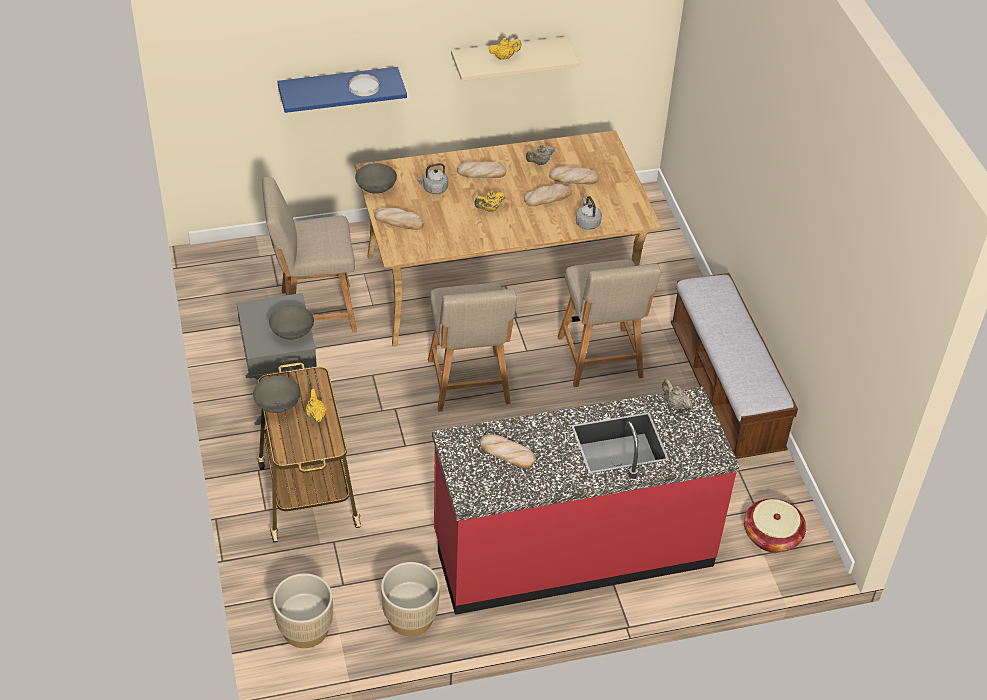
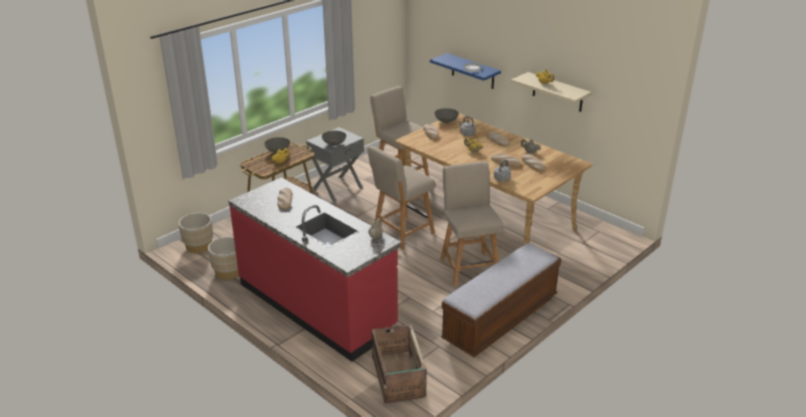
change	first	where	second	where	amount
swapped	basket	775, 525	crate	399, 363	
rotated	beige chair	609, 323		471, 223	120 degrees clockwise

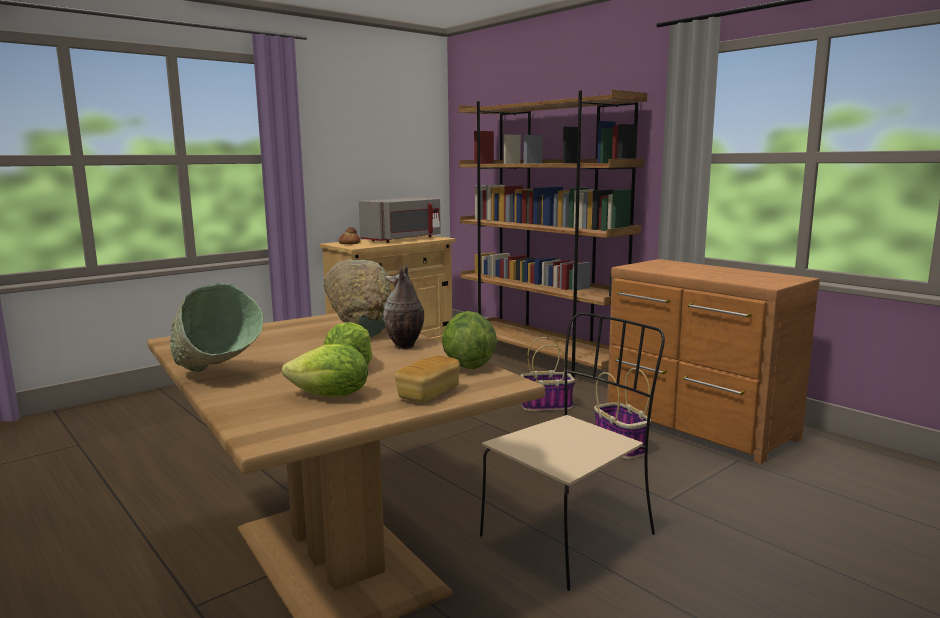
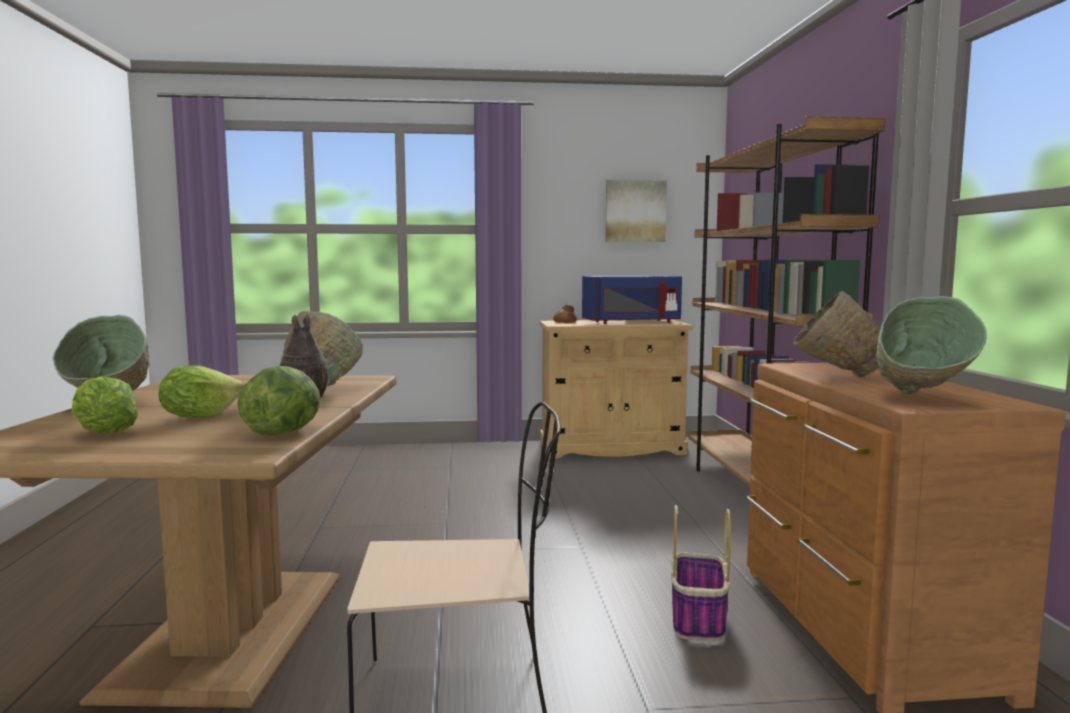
change	first	where	second	where	amount
repainted	grey microwave	400, 220	blue microwave	632, 300	
new			picture	636, 211	
new			brown bowl	836, 334	
new			green bowl	931, 345	
gone	bread	427, 378			
gone	basket	547, 374			

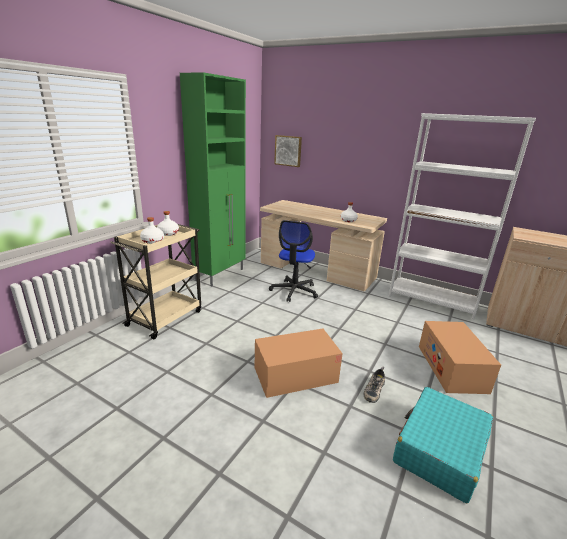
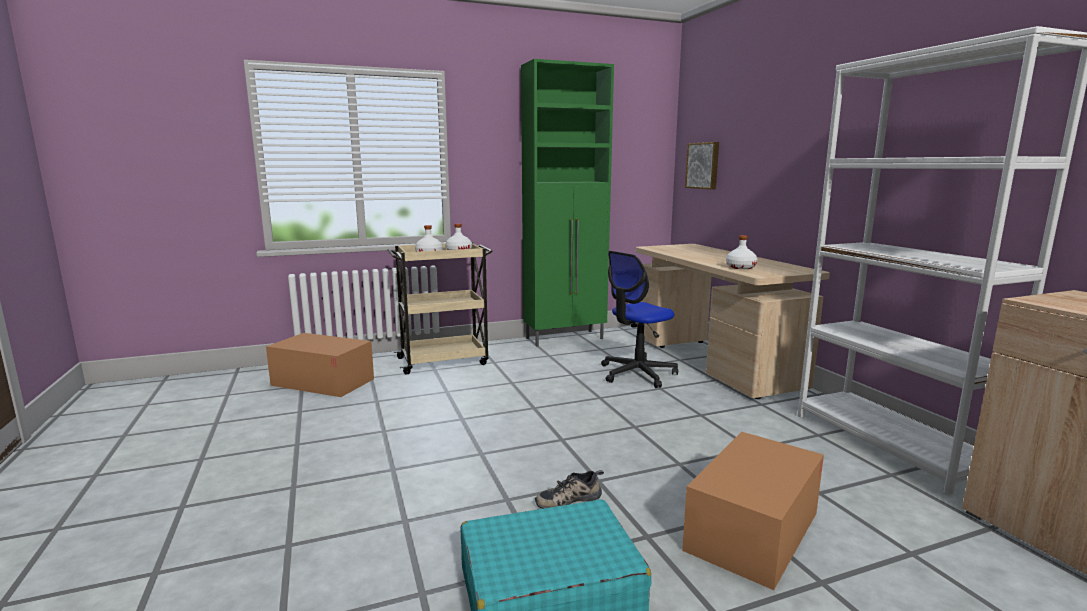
change	first	where	second	where	amount
shifted	cardboard box	299, 363		320, 365	

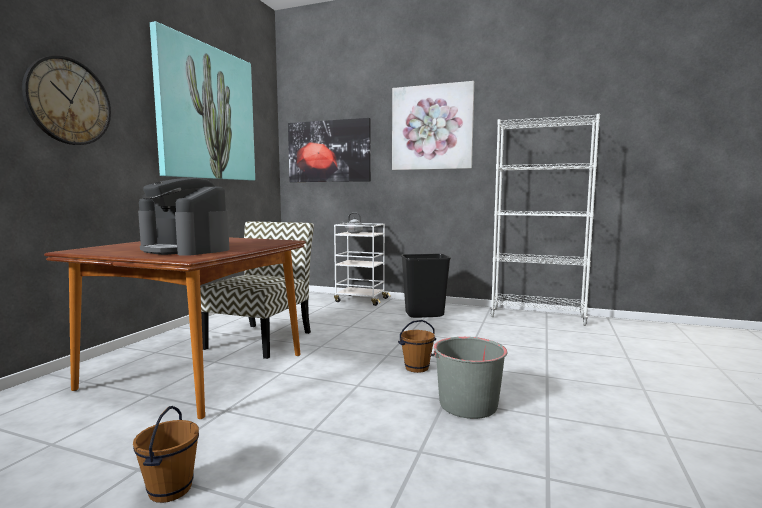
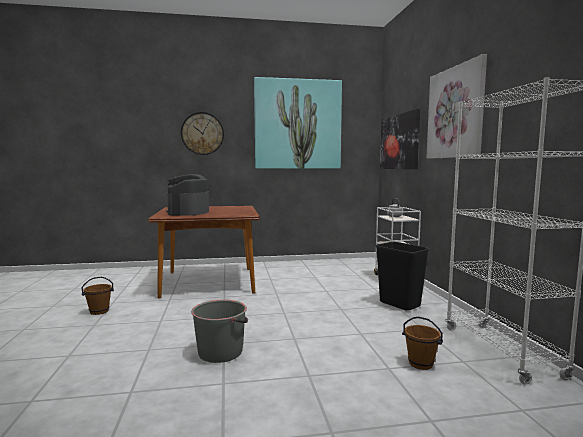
change	first	where	second	where	amount
shifted	brown bucket	417, 346		422, 343	
gone	chair	257, 290			

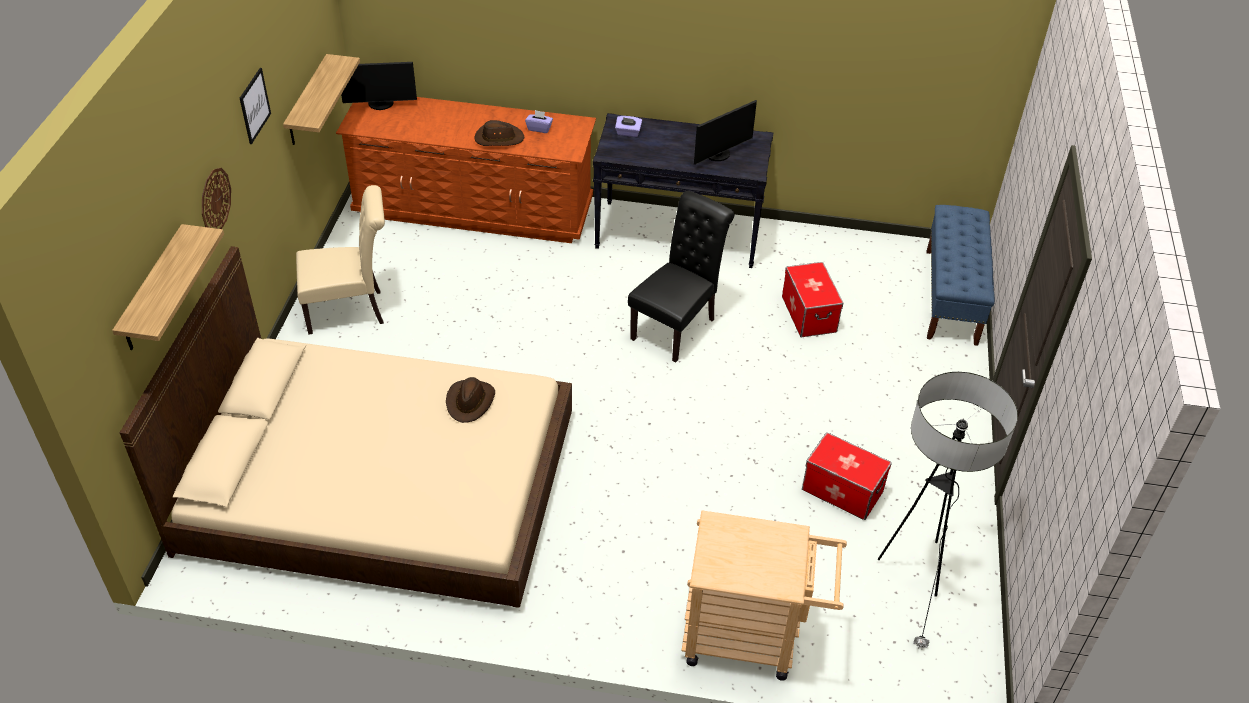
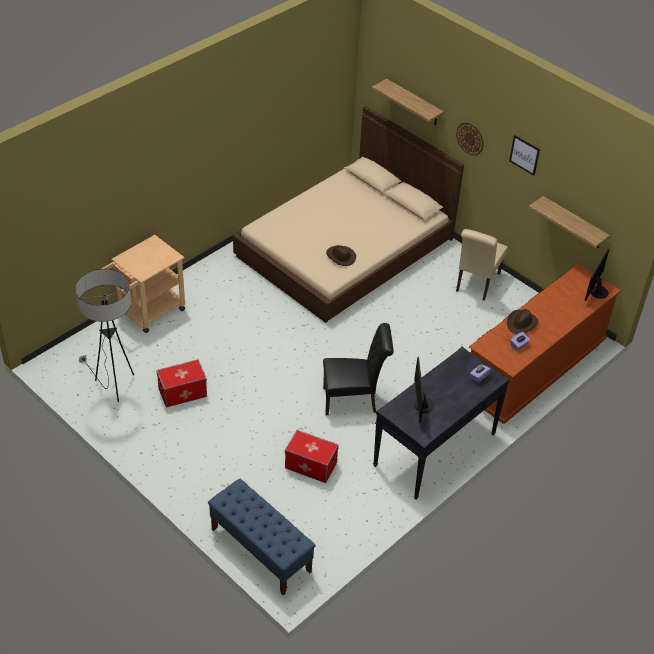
change	first	where	second	where	amount
rotated	black chair	681, 277		358, 369	75 degrees counterclockwise

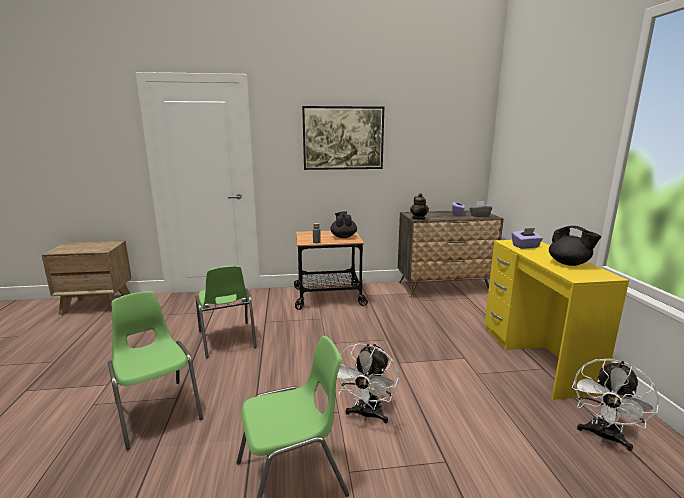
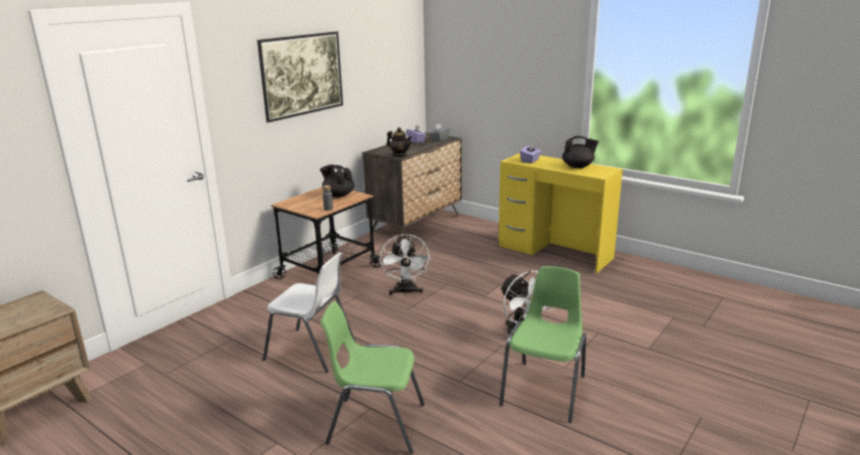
change	first	where	second	where	amount
repainted	green chair	226, 311	white chair	309, 313	
shifted	white fan	615, 405		405, 264	

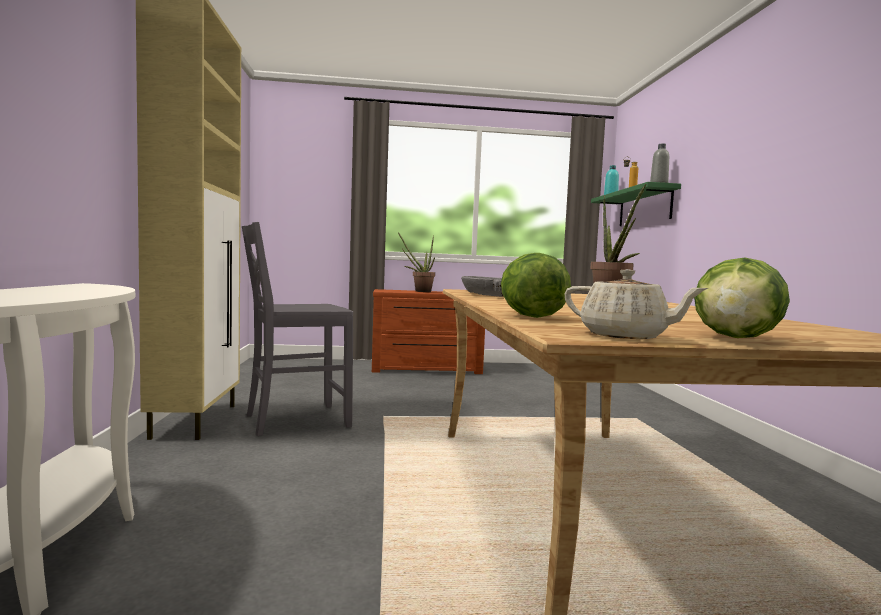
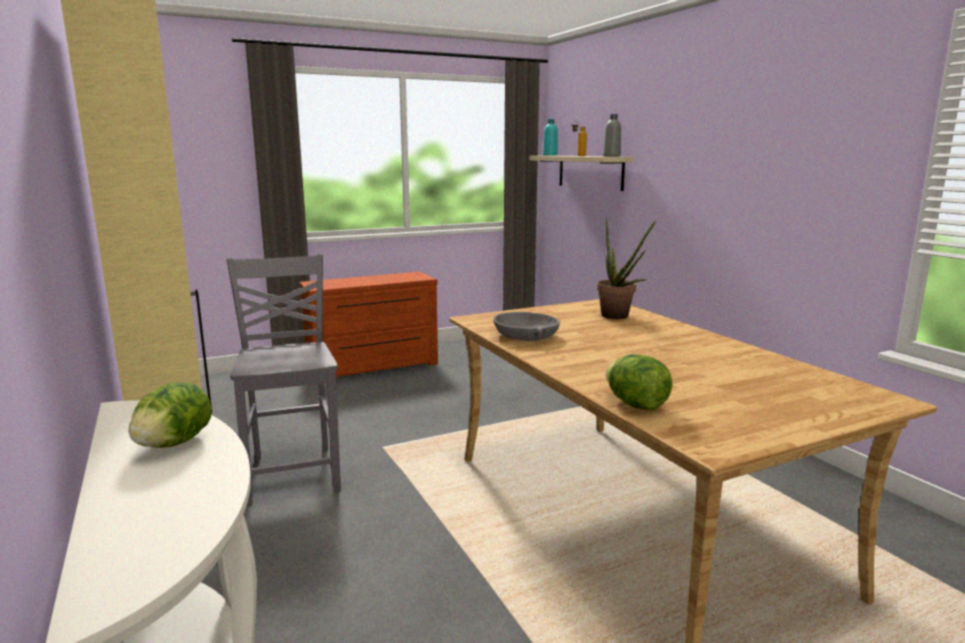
change	first	where	second	where	amount
shifted	lettuce	742, 297		170, 415	
rotated	grey chair	297, 329		284, 380	120 degrees clockwise
repainted	green shelf	636, 204	beige shelf	581, 173	
gone	potted plant	416, 262			
gone	beige teapot	636, 304			

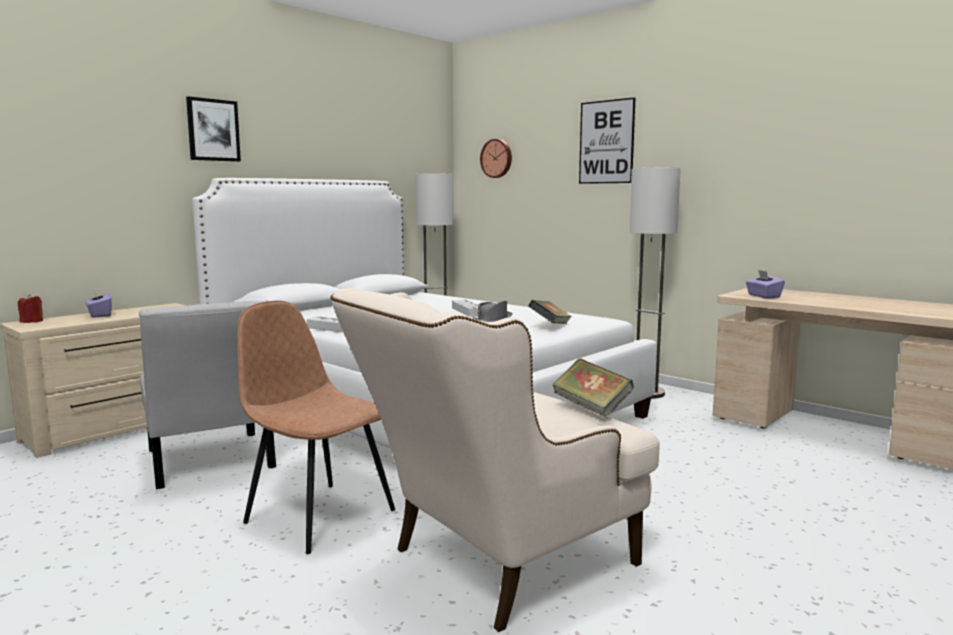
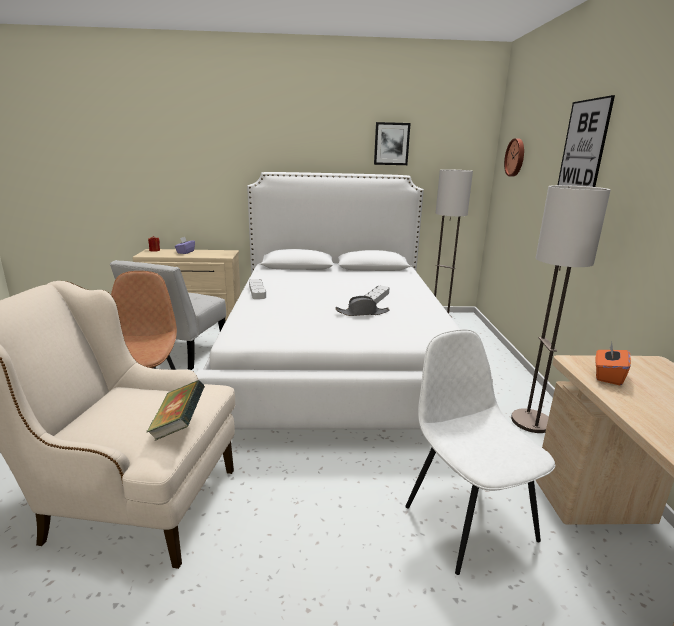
change	first	where	second	where	amount
shifted	picture	213, 129		392, 143	
new			white chair	480, 452	
repainted	purple tissue box	765, 284	orange tissue box	613, 363	
gone	book	550, 312			

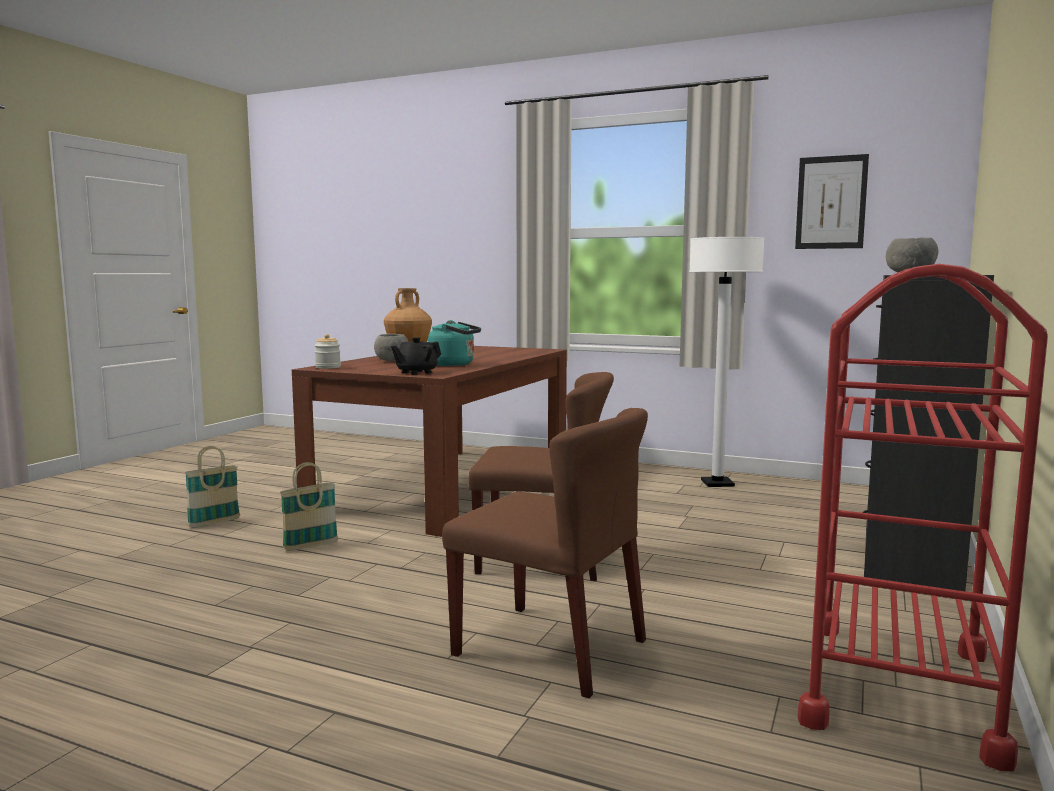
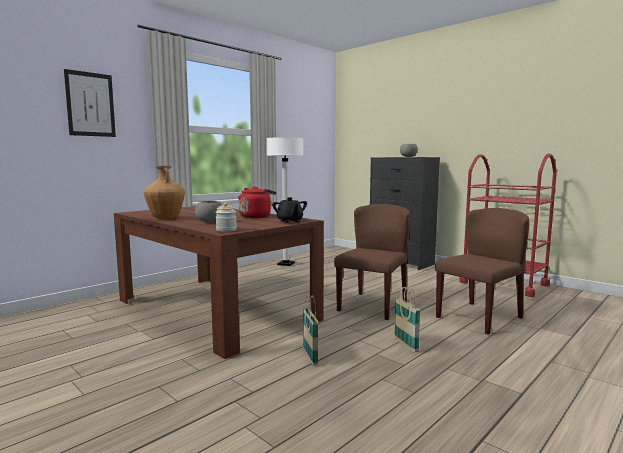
change	first	where	second	where	amount
shifted	picture	832, 201		90, 103	
repainted	turquoise kettle	454, 343	red kettle	257, 202	
shifted	basket	212, 487		407, 319	

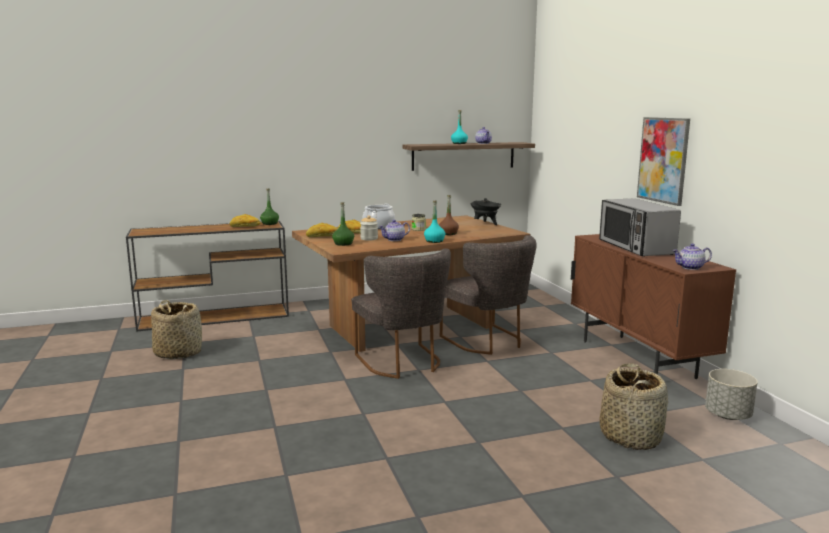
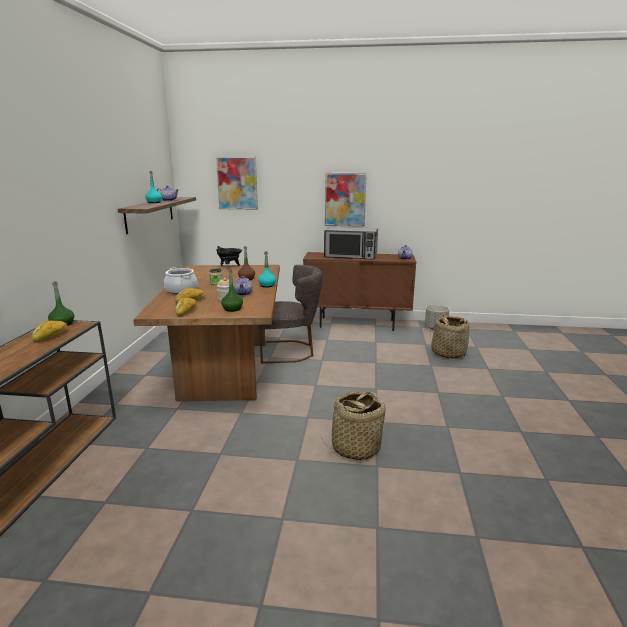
change	first	where	second	where	amount
new			picture	237, 183	
shifted	basket	176, 329		353, 426	
gone	grey chair	401, 313			

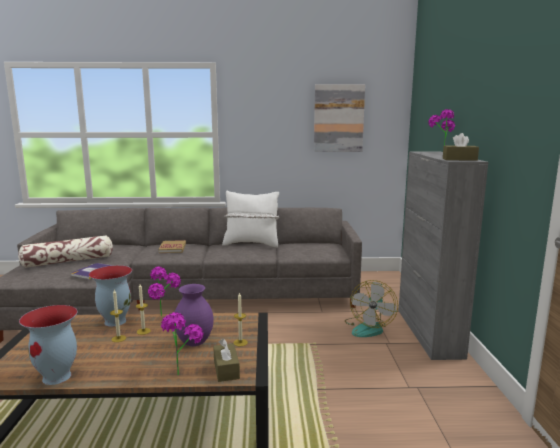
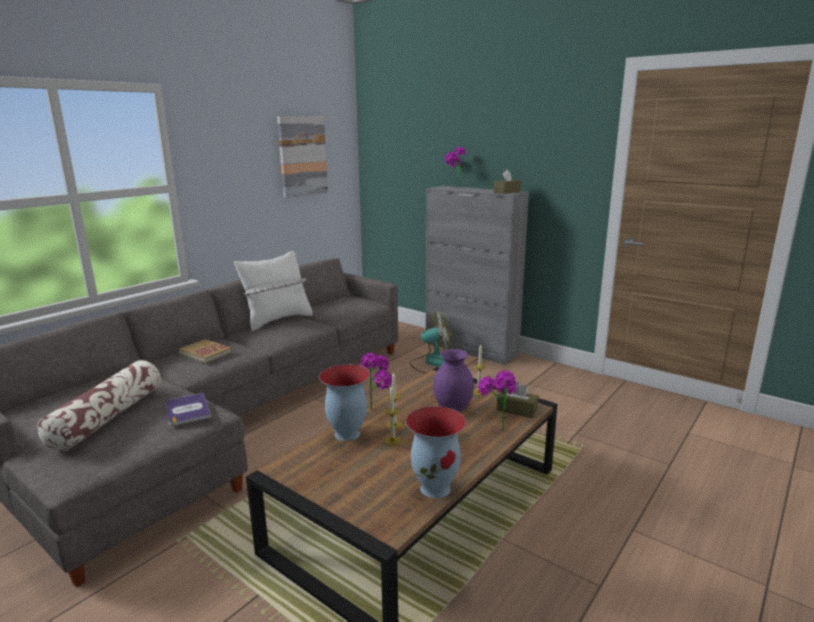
change	first	where	second	where	amount
rotated	fan	371, 308		431, 342	75 degrees counterclockwise

